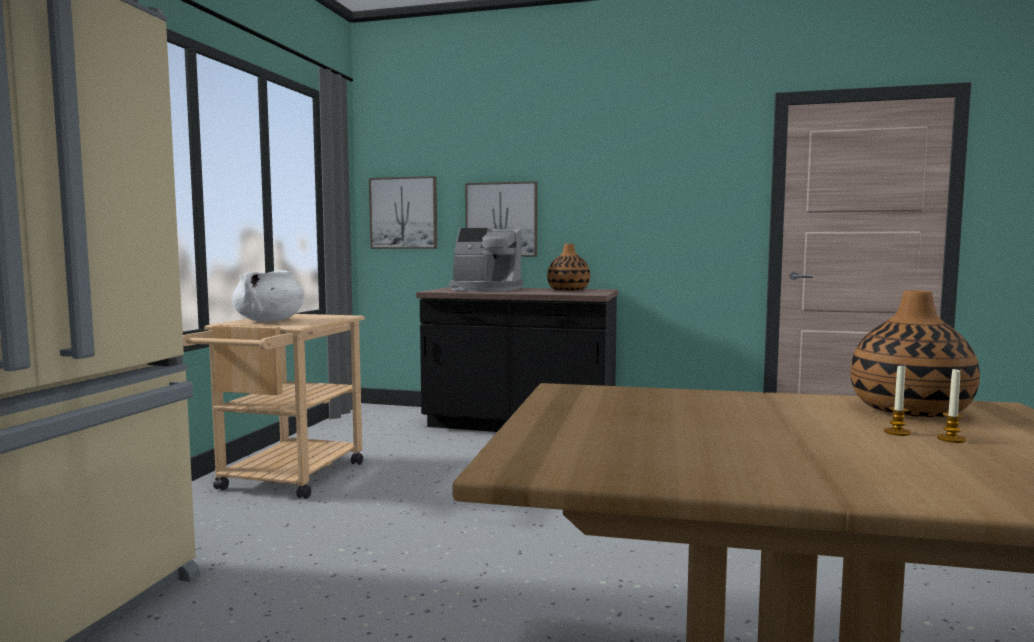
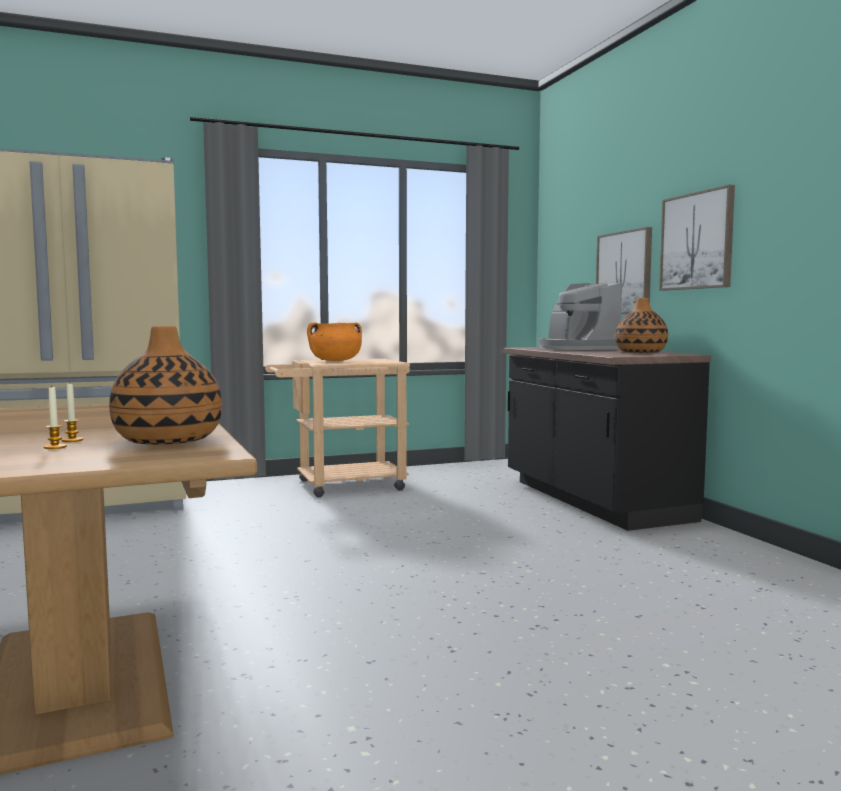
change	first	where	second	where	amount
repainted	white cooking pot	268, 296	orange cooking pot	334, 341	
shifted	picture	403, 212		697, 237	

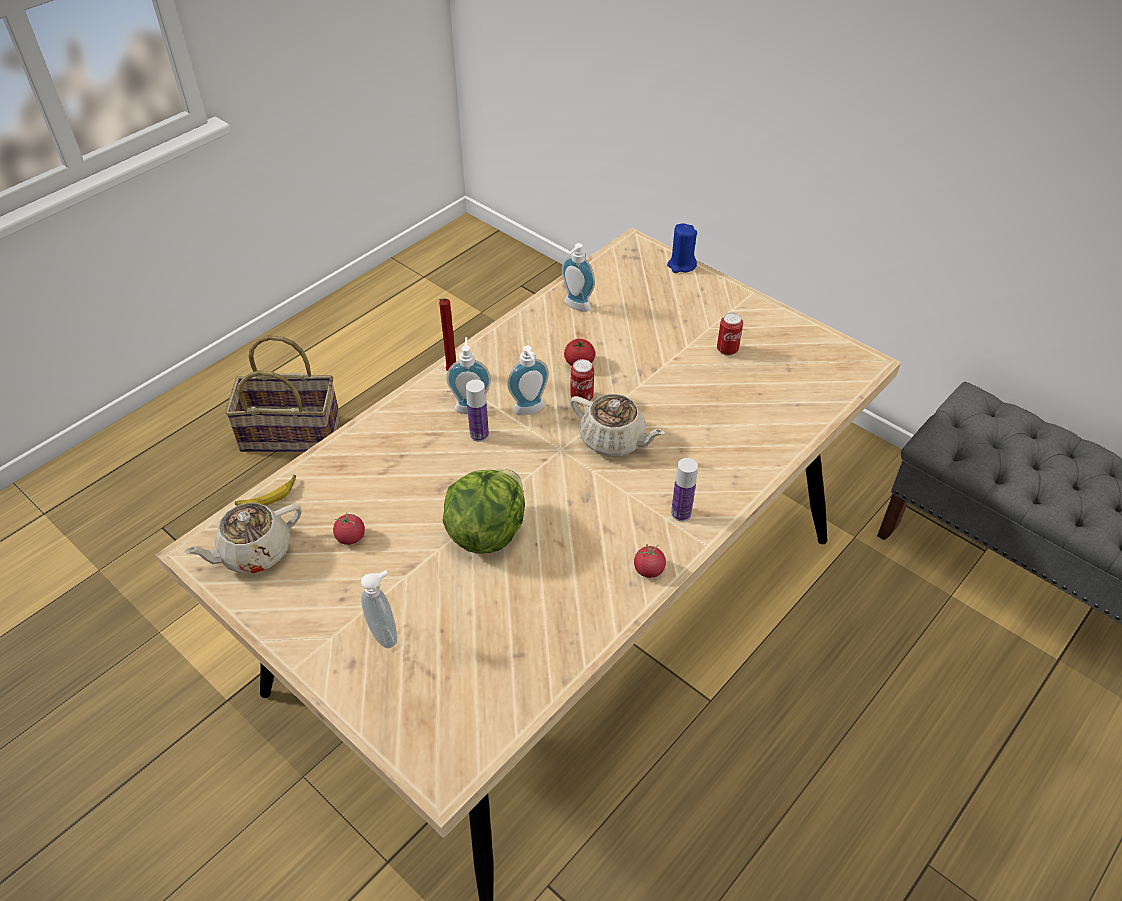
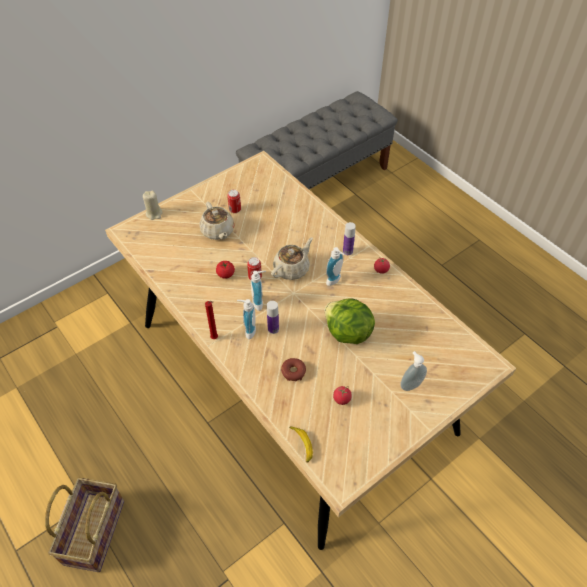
change	first	where	second	where	amount
repainted	blue candle	682, 248	beige candle	152, 205	
shifted	beige teapot	242, 538		217, 221	
new			donut	293, 369	
shifted	soap dispenser	578, 277		335, 266	

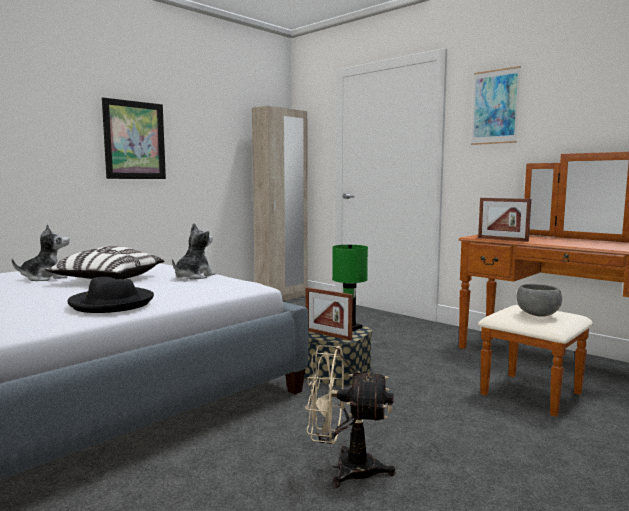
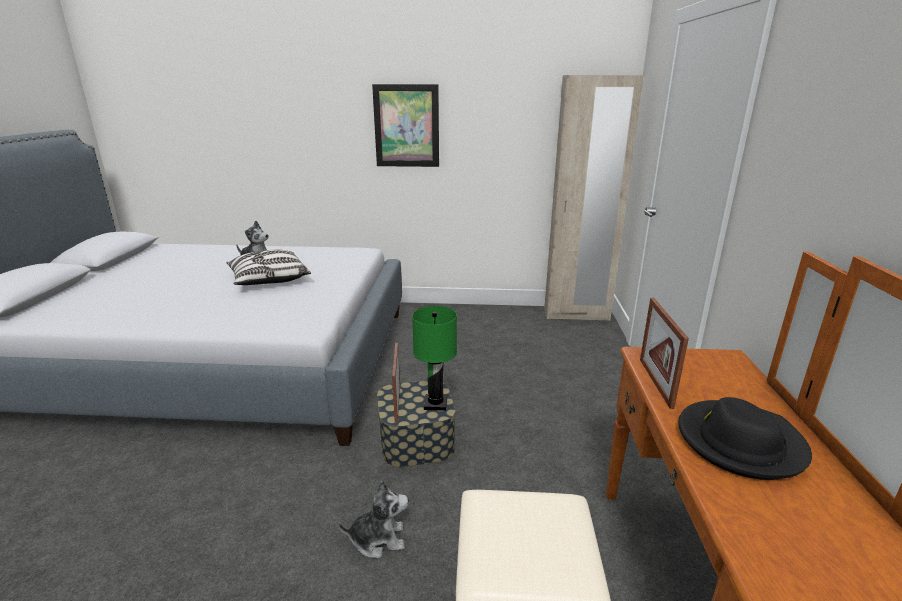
change	first	where	second	where	amount
shifted	plush toy	193, 251		373, 519	
shifted	black hat	110, 295		745, 438	
gone	beige fan	350, 416			
gone	picture	496, 105			
gone	grey bowl	539, 300			

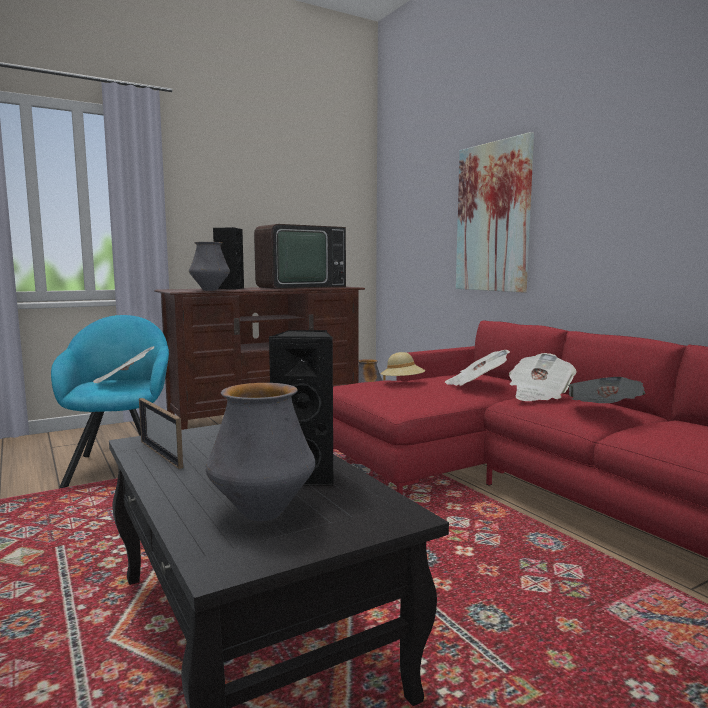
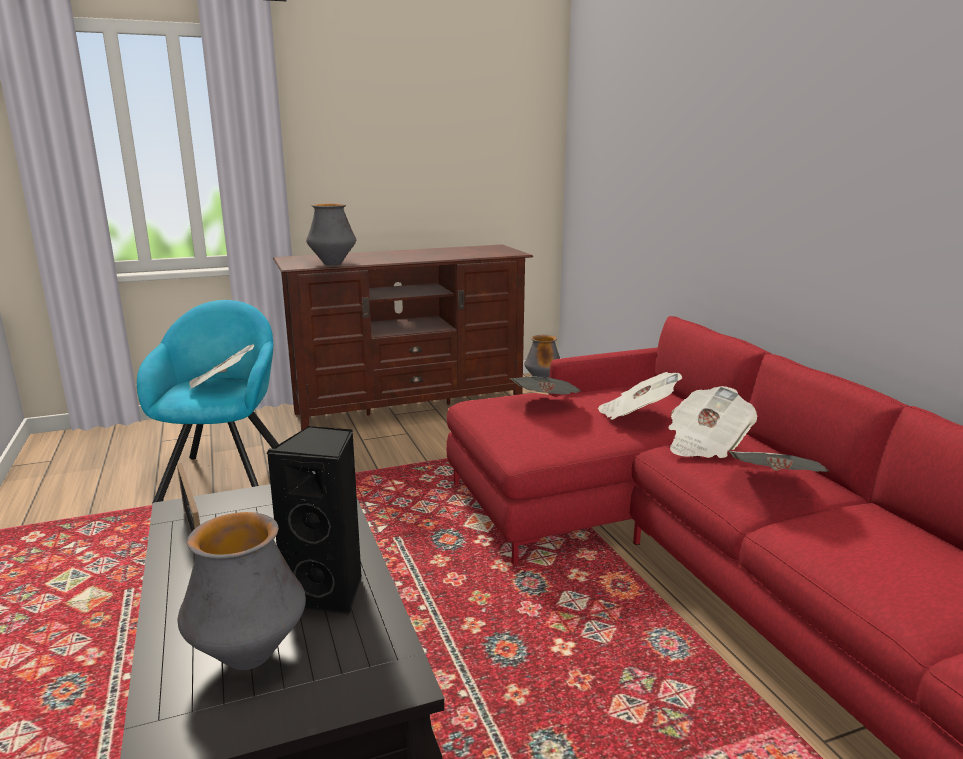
change	first	where	second	where	amount
swapped	beige hat	402, 366	newspaper	545, 385	
gone	black speaker	228, 258			
gone	television	300, 256			
gone	picture	495, 212			

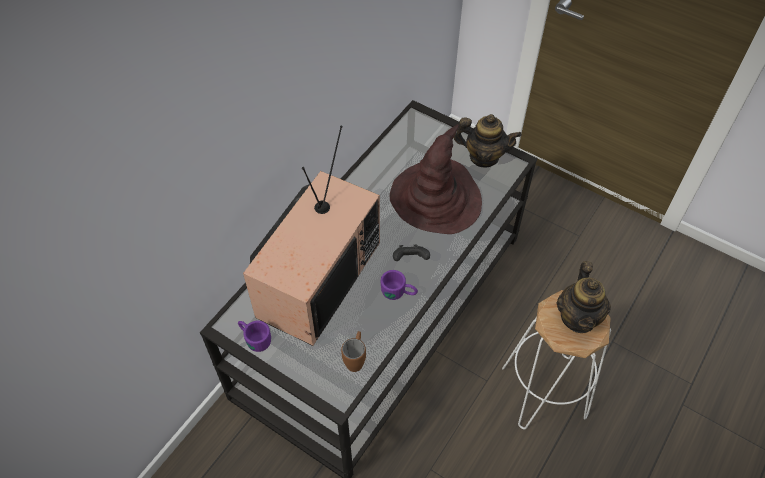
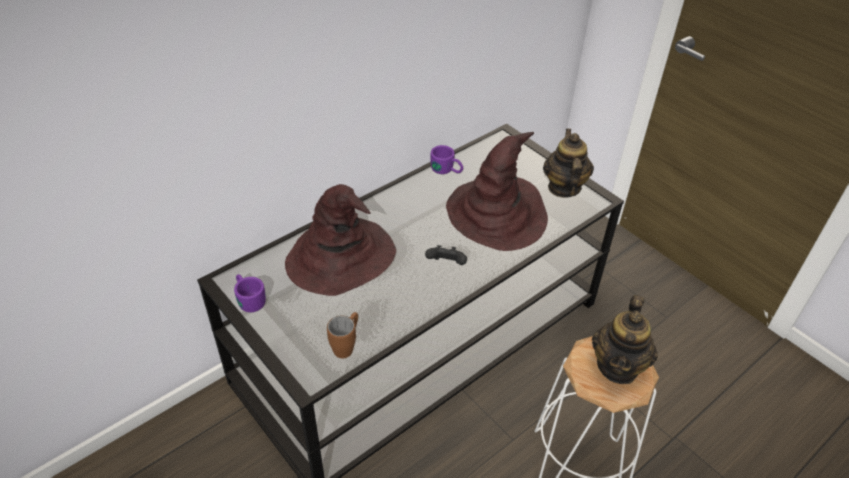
change	first	where	second	where	amount
swapped	television	311, 236	brown hat	340, 240	
shifted	purple mug	399, 285		446, 159	
rotated	teapot	488, 141		568, 163	120 degrees counterclockwise

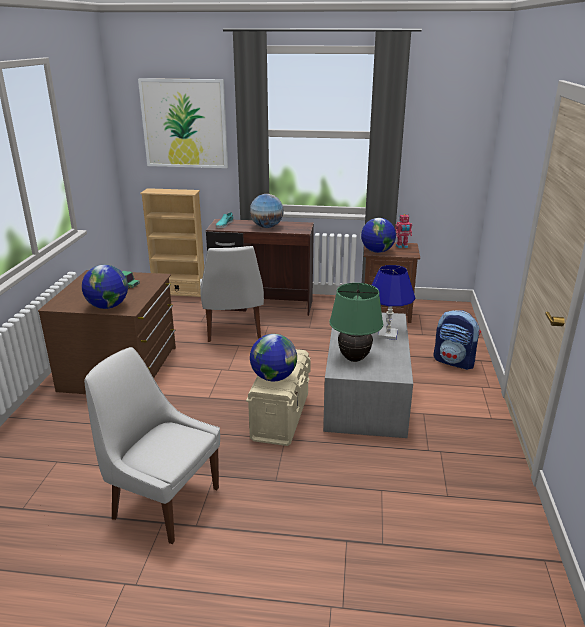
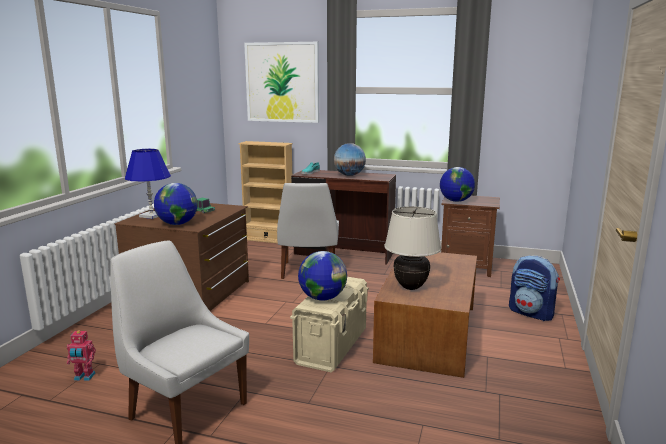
change	first	where	second	where	amount
shifted	toy robot	403, 231		81, 355	
shifted	blue table lamp	393, 302		148, 184	
repainted	grey coffee table	368, 375	brown coffee table	425, 315	
repainted	green table lamp	356, 322	beige table lamp	412, 248	

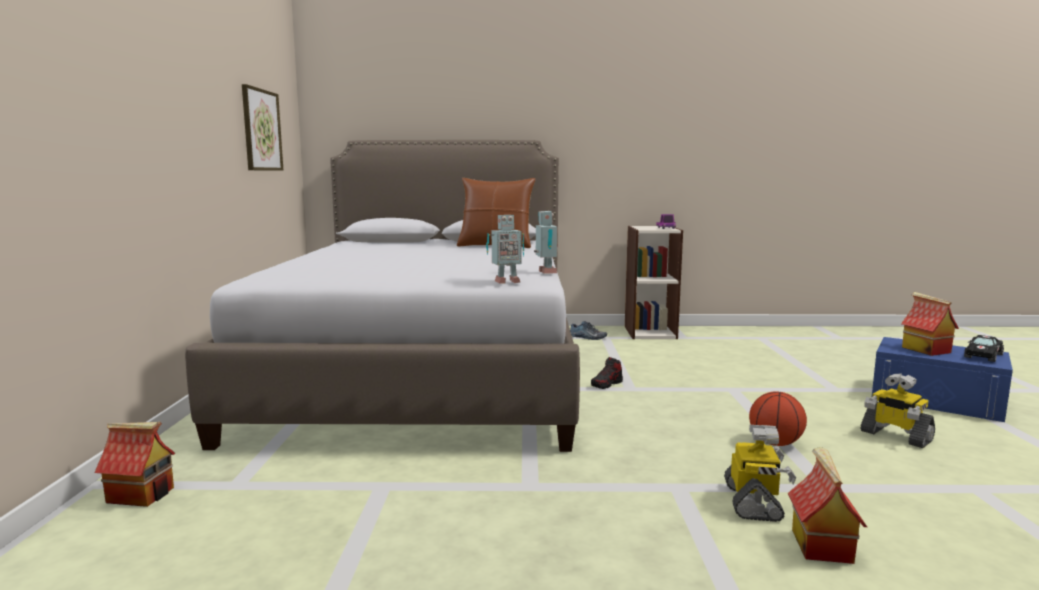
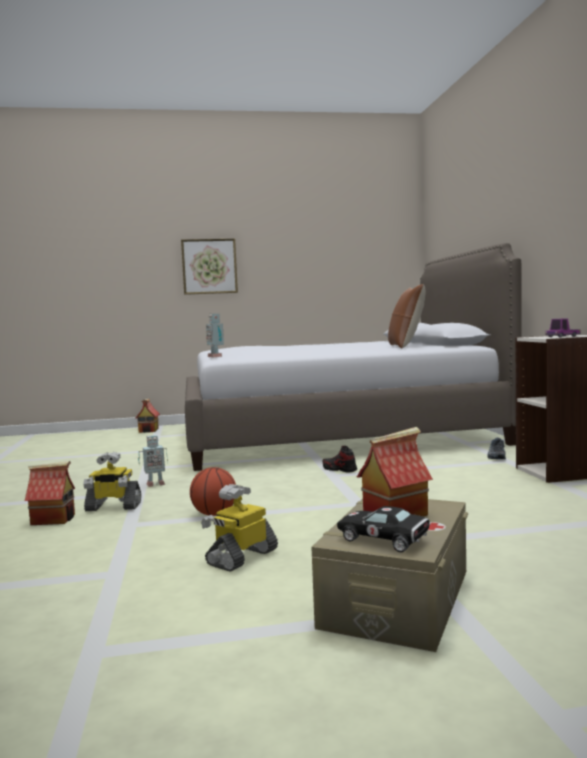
change	first	where	second	where	amount
shifted	toy robot	546, 242		153, 461	
shifted	picture	262, 127		209, 267	
repainted	blue storage box	942, 379	beige storage box	389, 575	

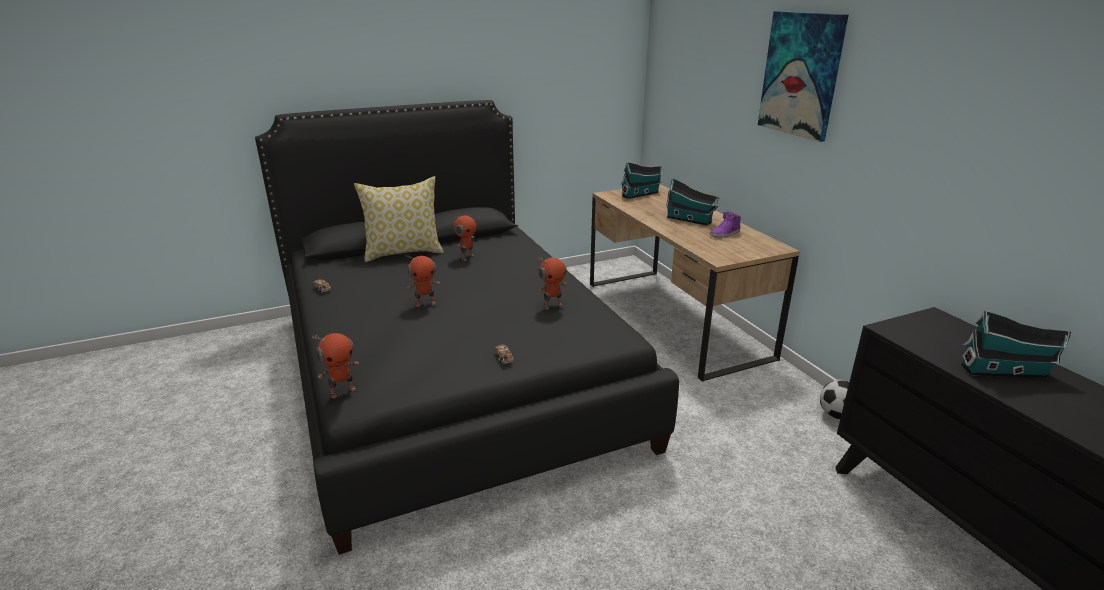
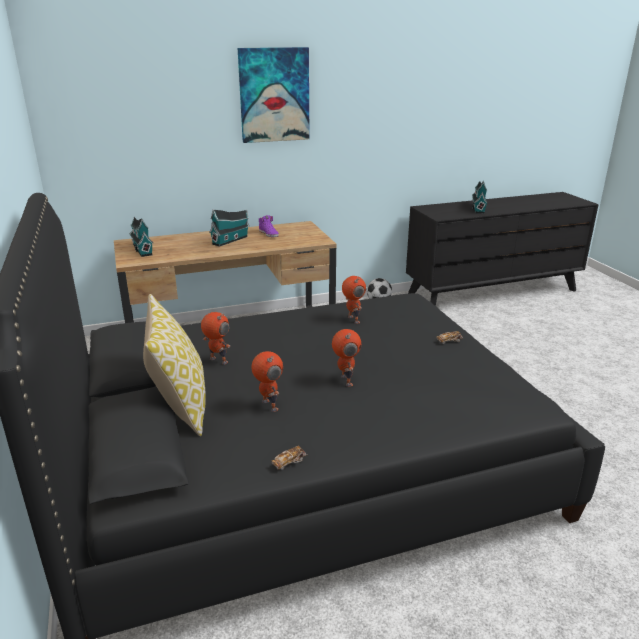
change	first	where	second	where	amount
shifted	toy robot	335, 365		267, 381	

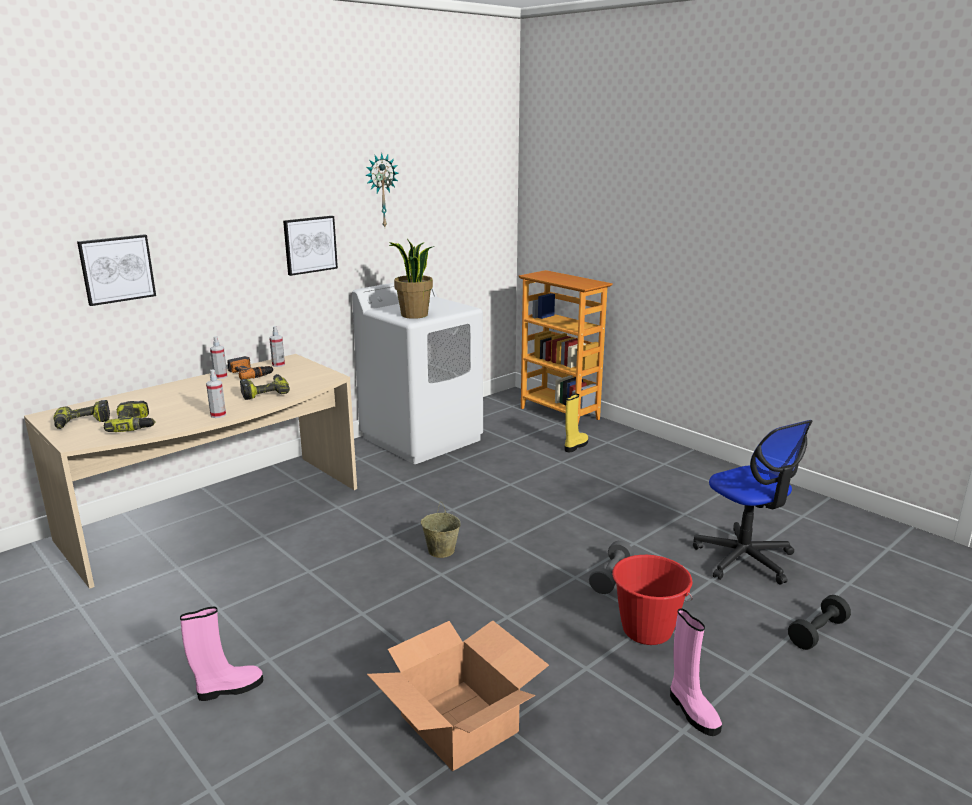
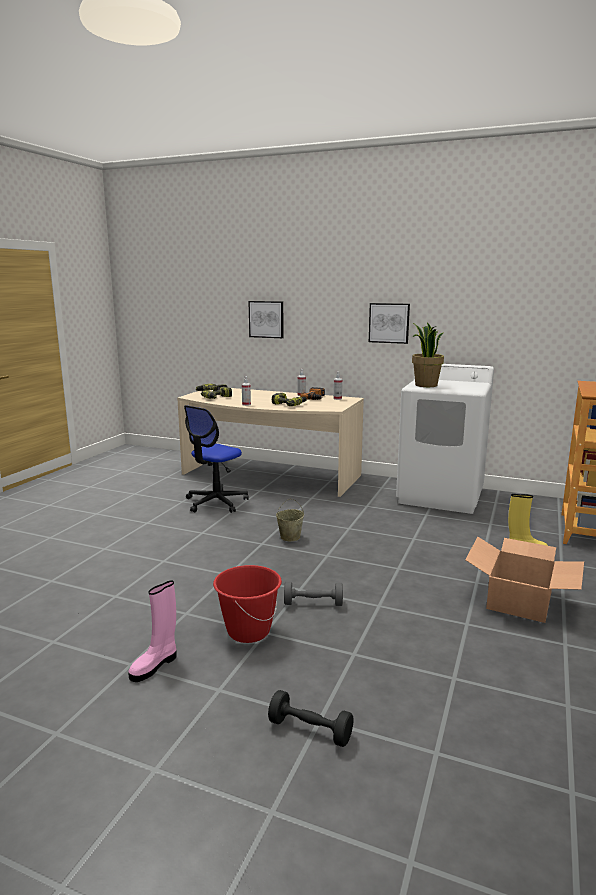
change	first	where	second	where	amount
shifted	office chair	753, 502		216, 459	
shifted	cardboard box	458, 695		524, 580	
gone	pink boot	221, 654			
gone	wall clock	382, 190			

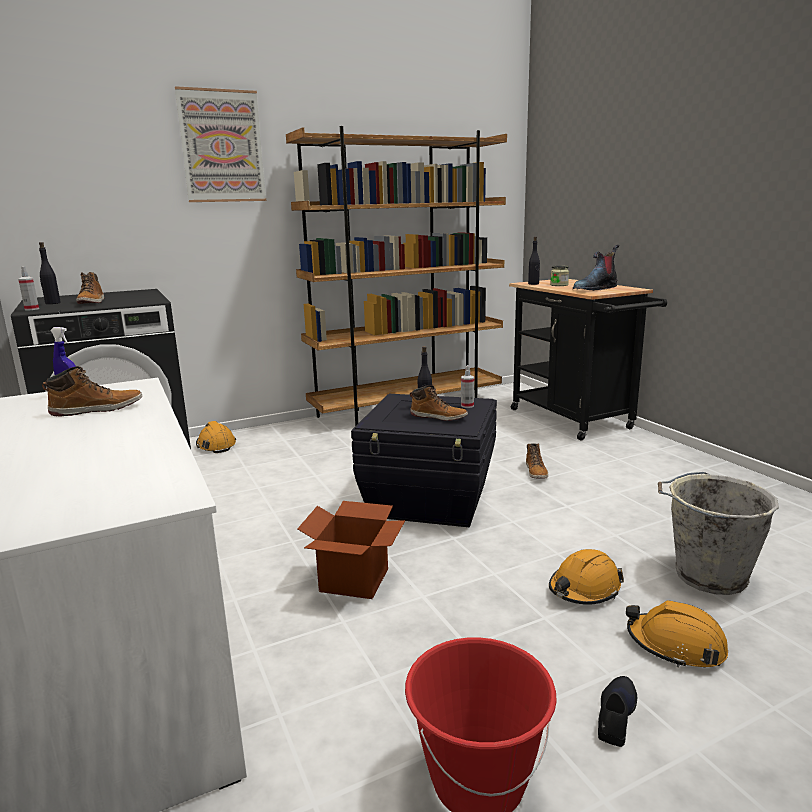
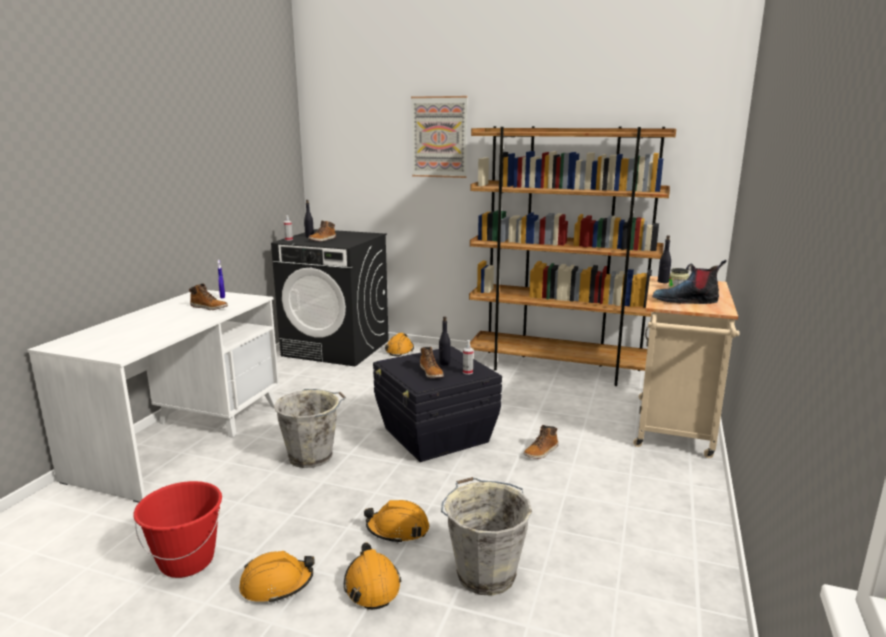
change	first	where	second	where	amount
swapped	black shoe	617, 711	orange hard hat	277, 577	
swapped	cardboard box	351, 550	grey bucket	310, 428	
repainted	black cart	588, 360	beige cart	686, 367	

